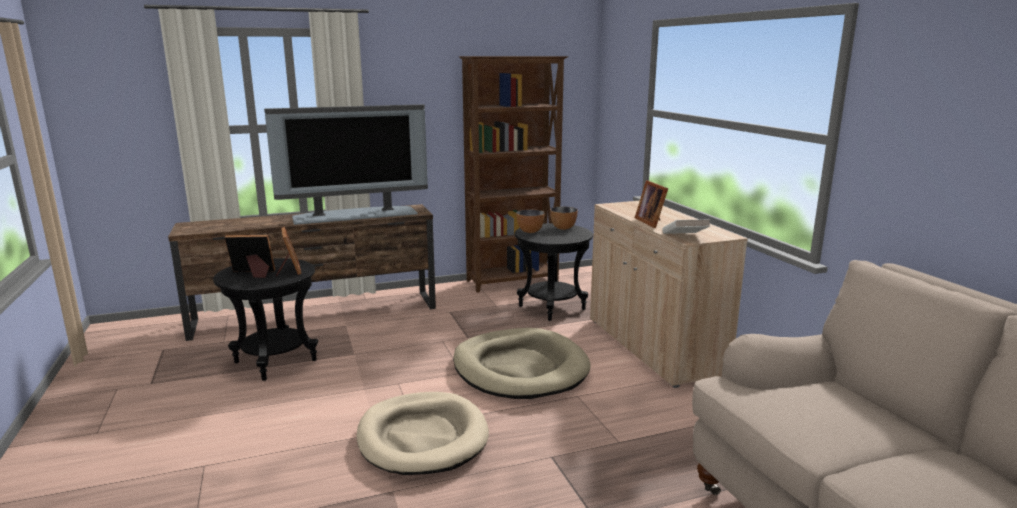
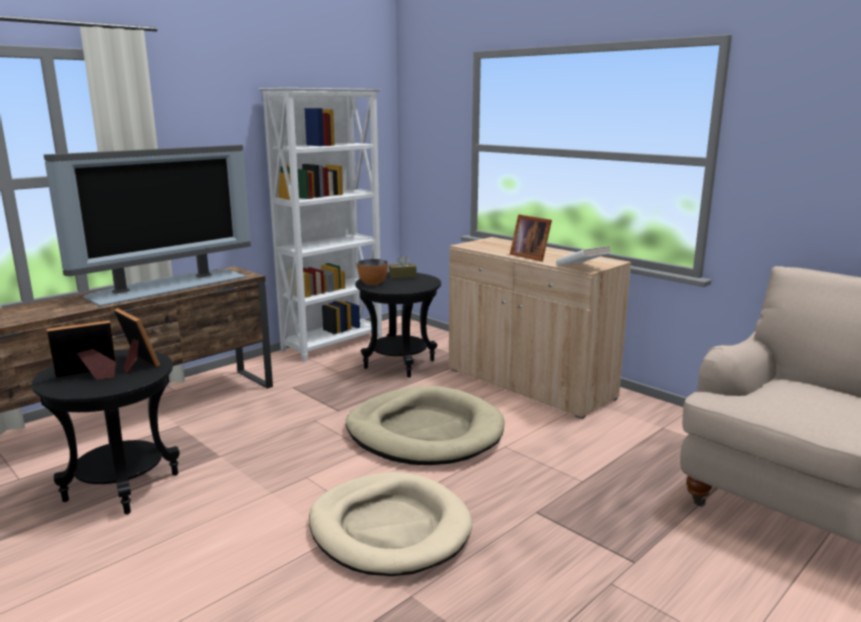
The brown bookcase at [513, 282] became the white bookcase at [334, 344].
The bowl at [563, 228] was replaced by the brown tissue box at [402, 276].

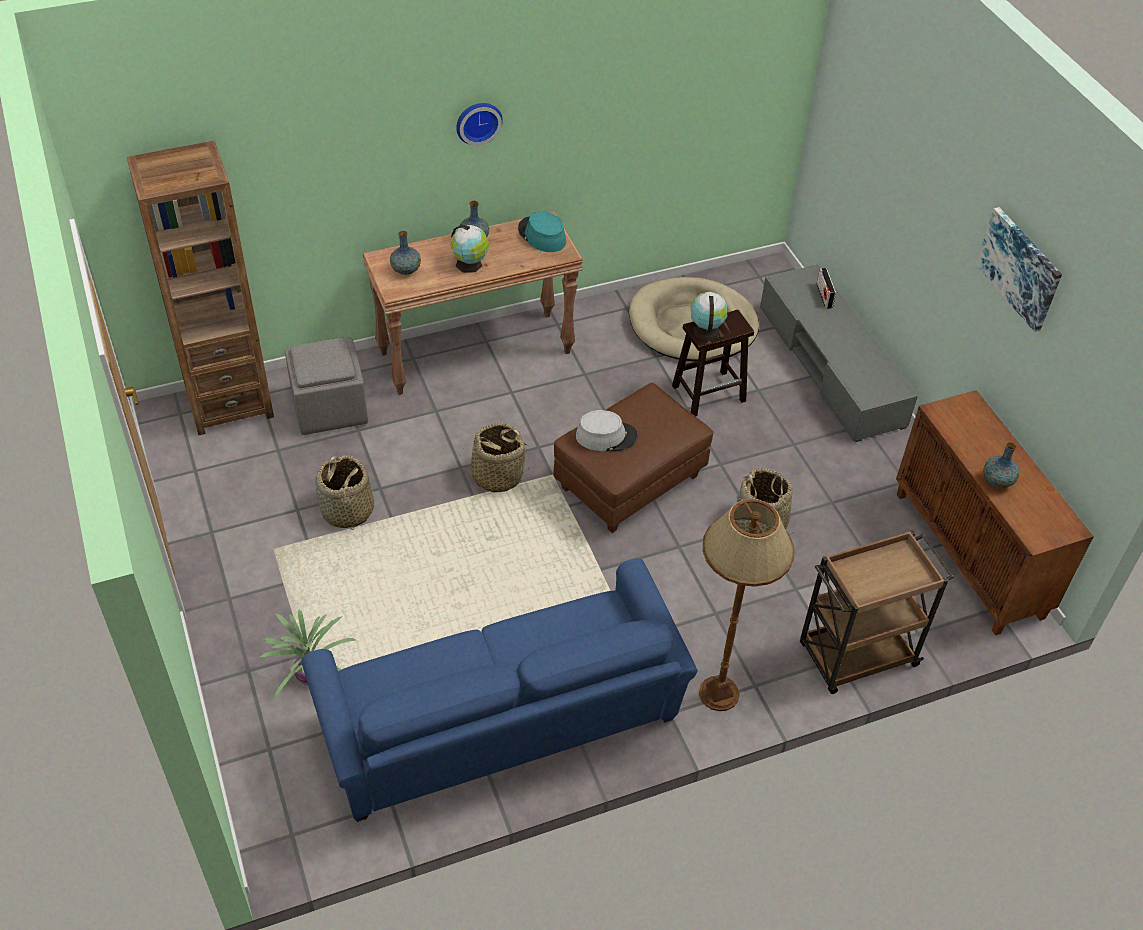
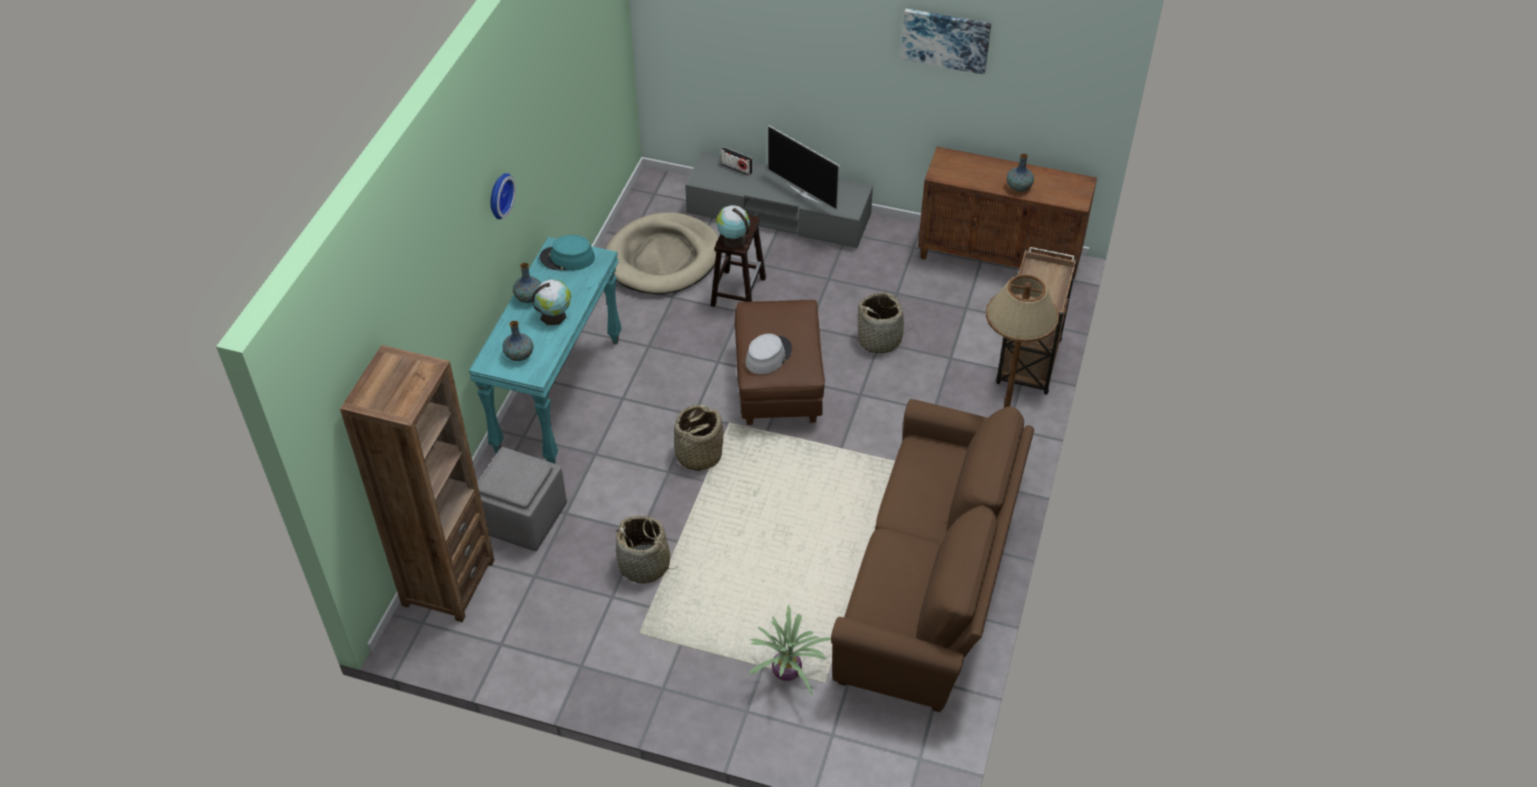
The brown console table at [476, 352] became the turquoise console table at [558, 394].
The television at [804, 193] appeared.
The blue sofa at [503, 728] became the brown sofa at [930, 583].

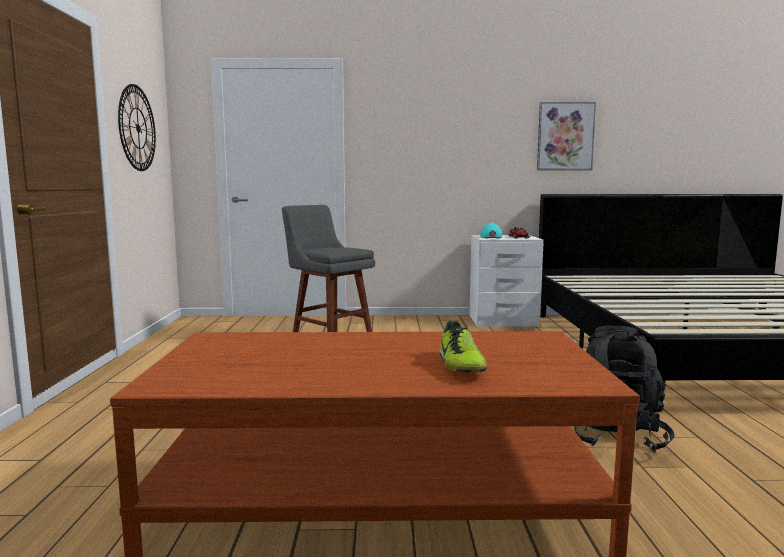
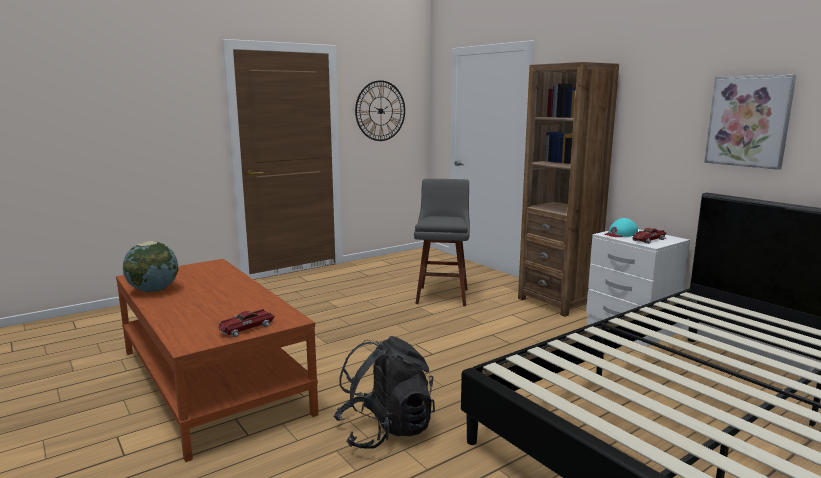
The globe at [153, 290] appeared.
The toy car at [246, 328] appeared.
The brown bookcase at [557, 302] appeared.
The shoe at [460, 366] disappeared.

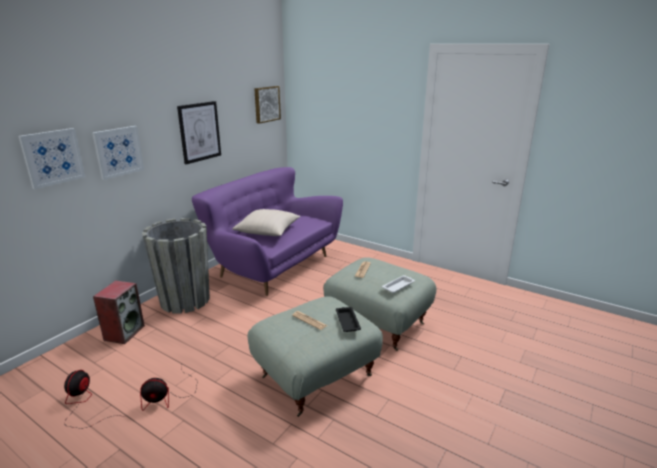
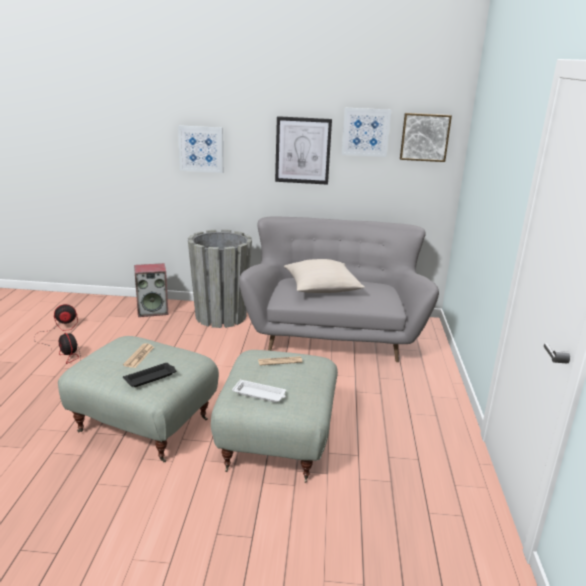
The purple sofa at [272, 265] became the grey sofa at [333, 336].
The picture moved from [53, 157] to [365, 132].

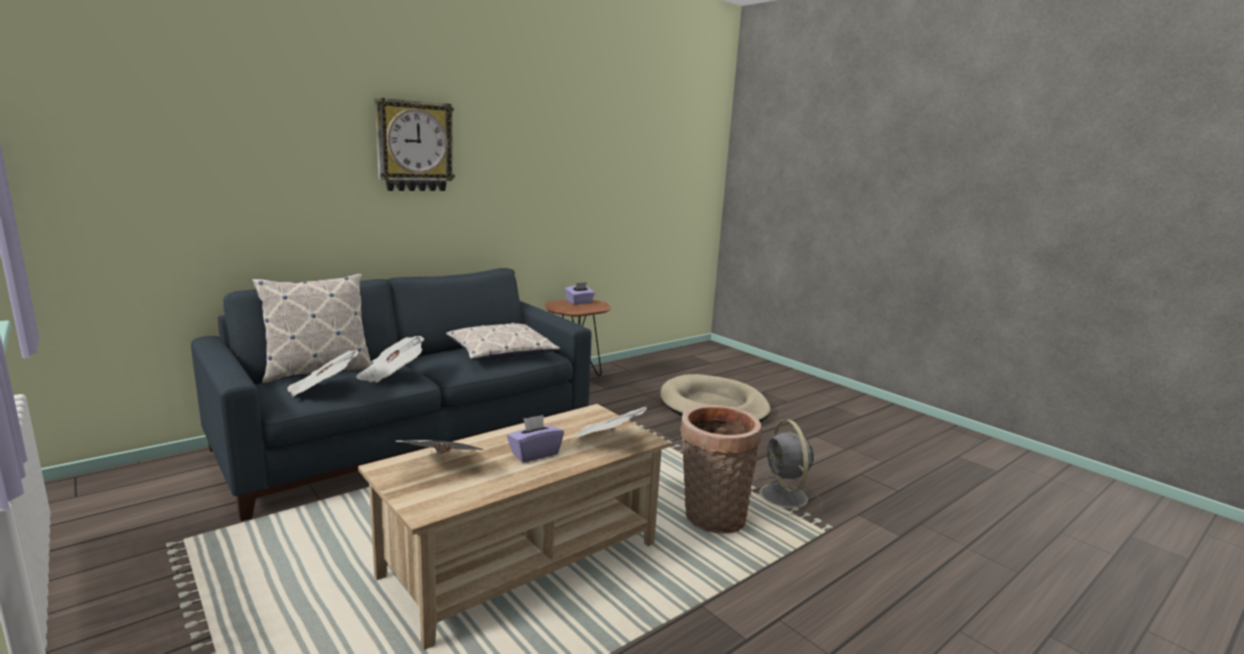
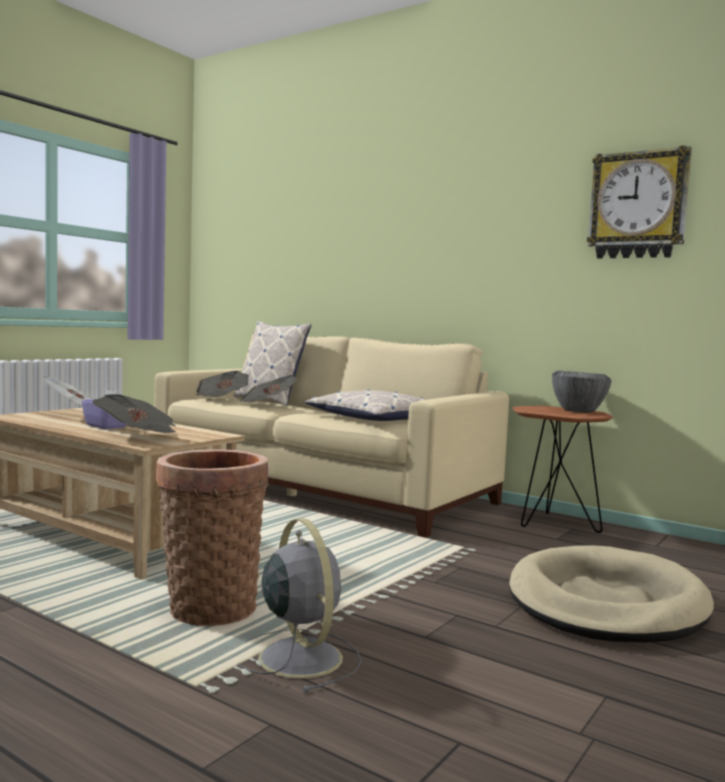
The blue sofa at [414, 436] became the beige sofa at [319, 488].
The grey fan at [784, 497] turned 90 degrees clockwise.
The purple tissue box at [579, 302] was replaced by the bowl at [578, 411].
The wall clock moved from [414, 146] to [638, 205].

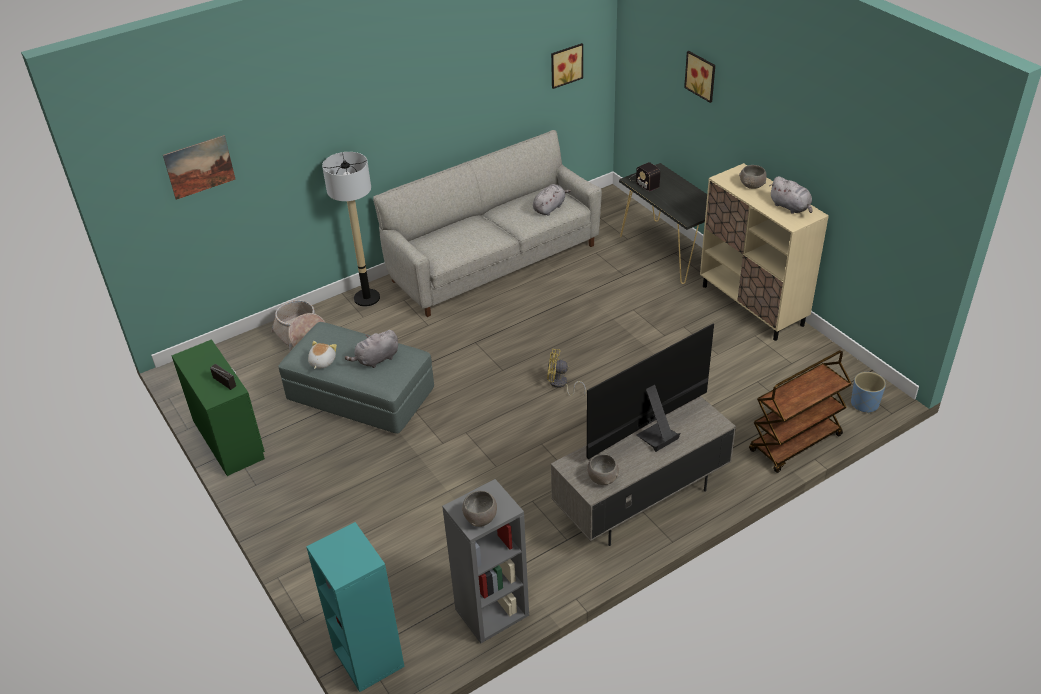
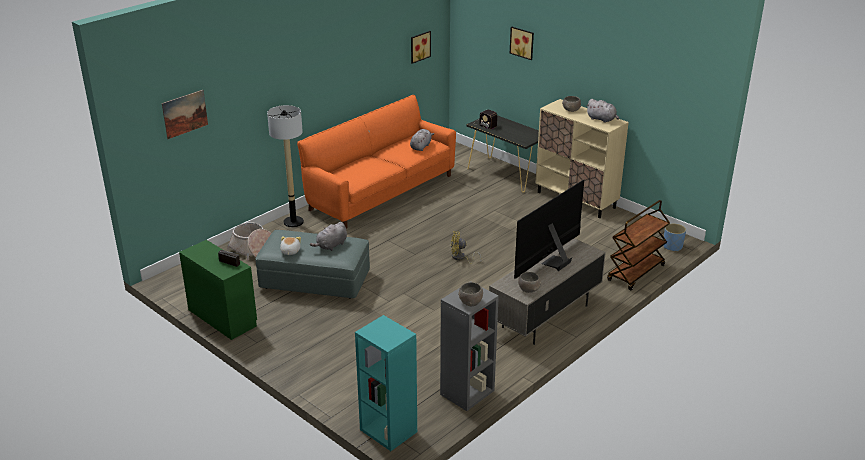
The grey sofa at [494, 262] became the orange sofa at [381, 192].

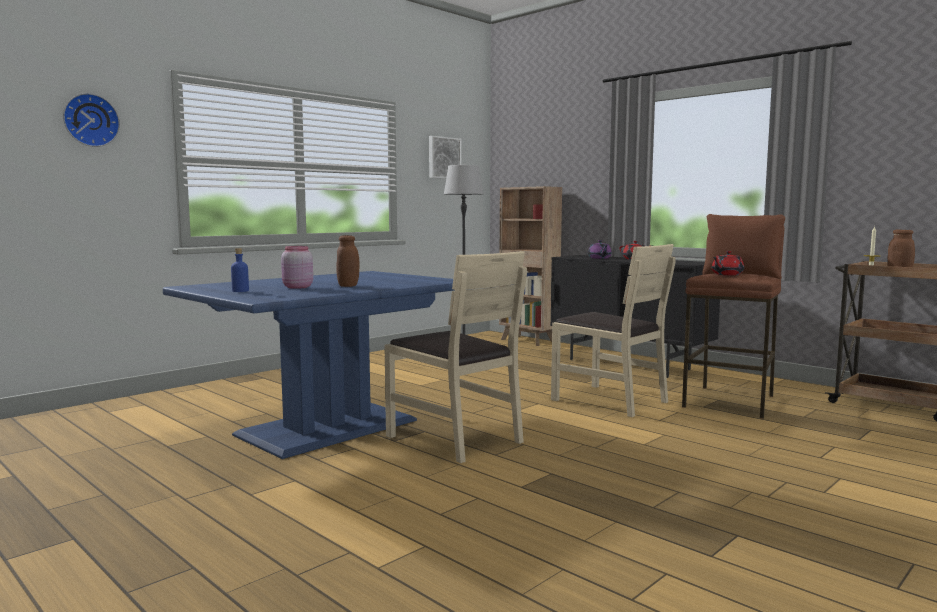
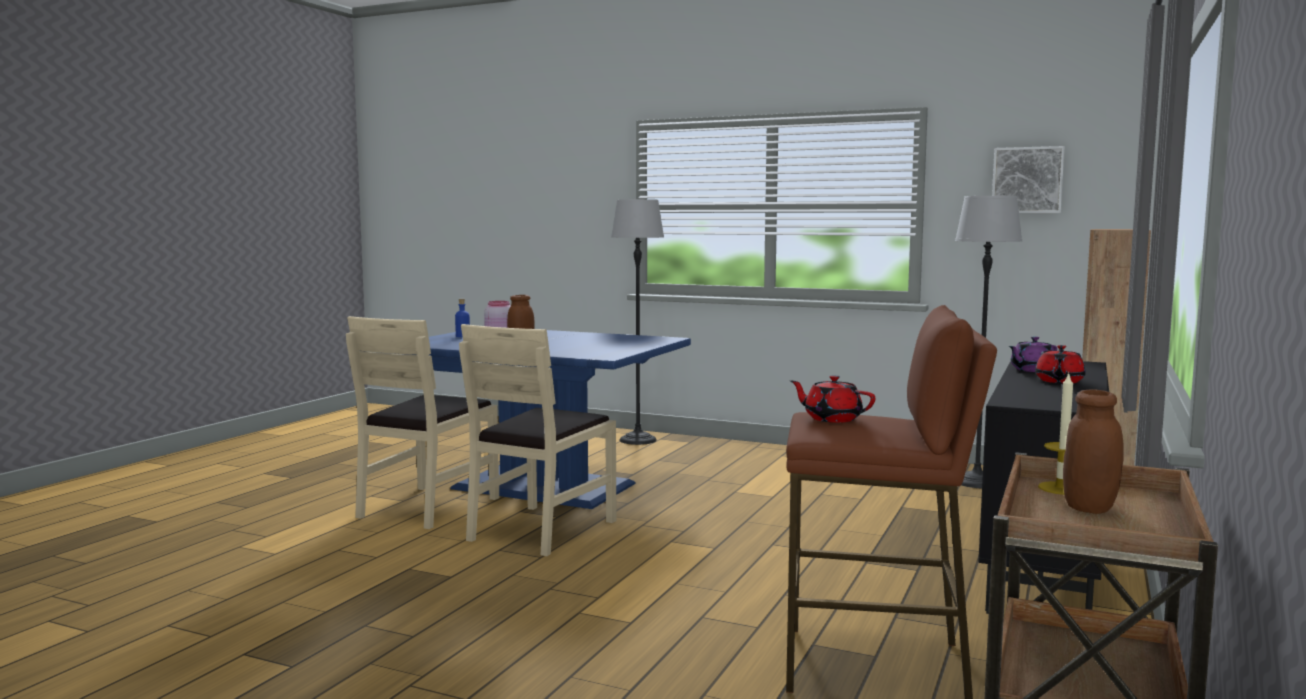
The beige chair moved from [609, 400] to [427, 507].
The floor lamp at [638, 440] appeared.
The wall clock at [90, 120] disappeared.

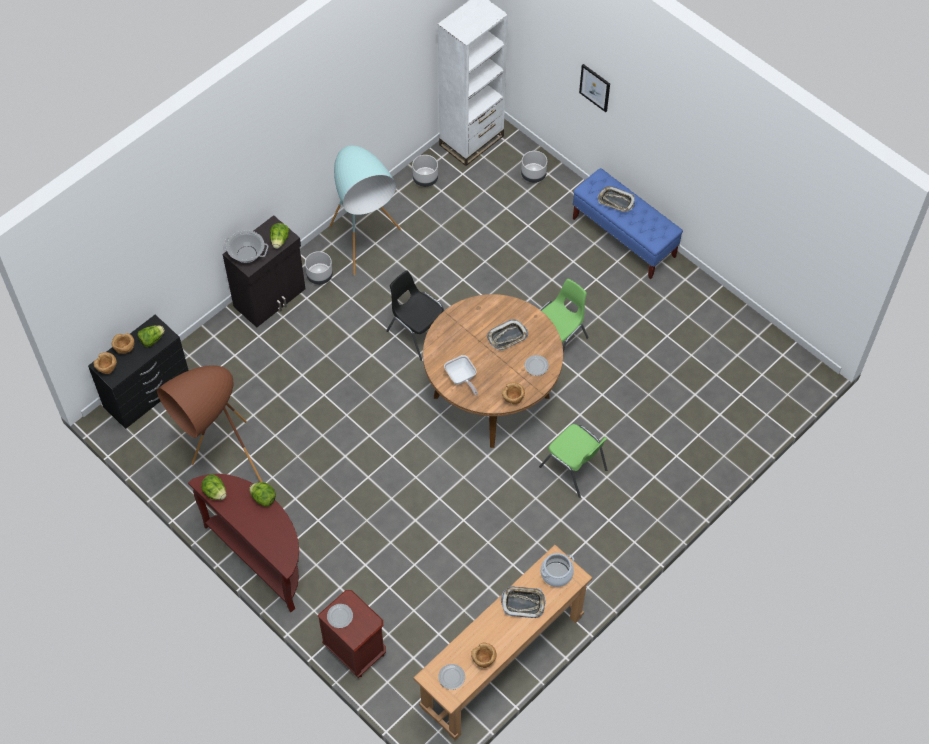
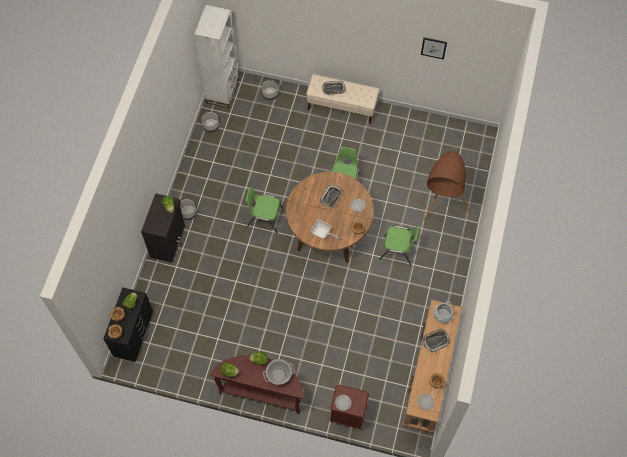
The black chair at [417, 332] became the green chair at [264, 218].
The cooking pot moved from [247, 254] to [279, 375].
The blue bench at [624, 238] became the beige bench at [342, 107].
The picture moved from [595, 87] to [433, 47].
The brown floor lamp moved from [221, 465] to [439, 213].
The turquoise floor lamp at [366, 254] disappeared.

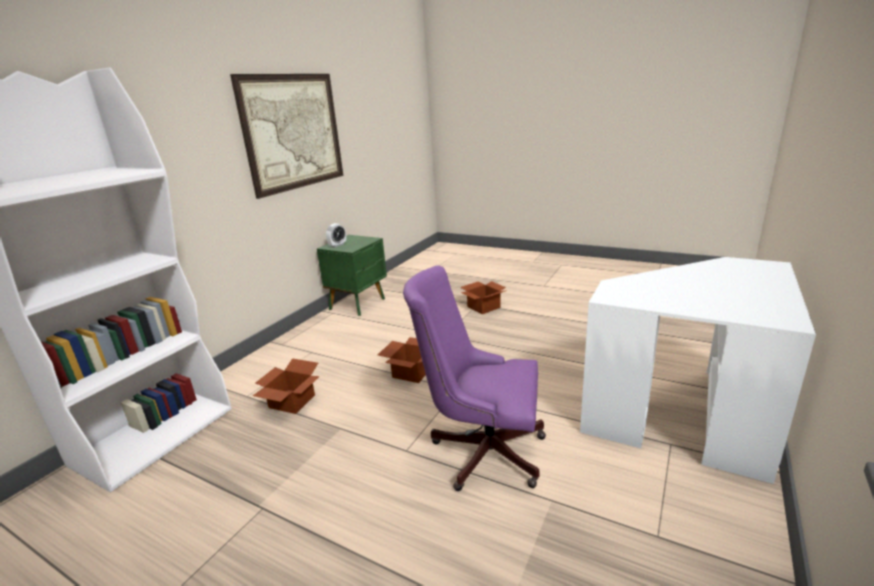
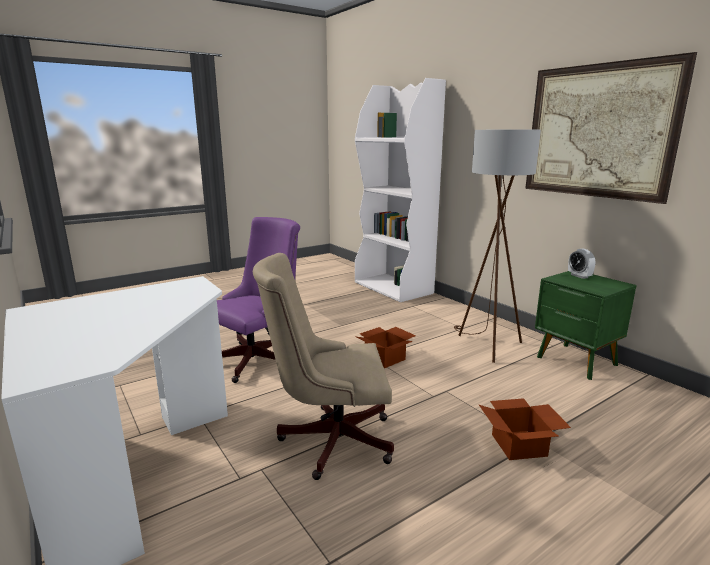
The beige office chair at [329, 439] appeared.
The brown floor lamp at [485, 345] appeared.
The cardboard box at [290, 402] disappeared.

